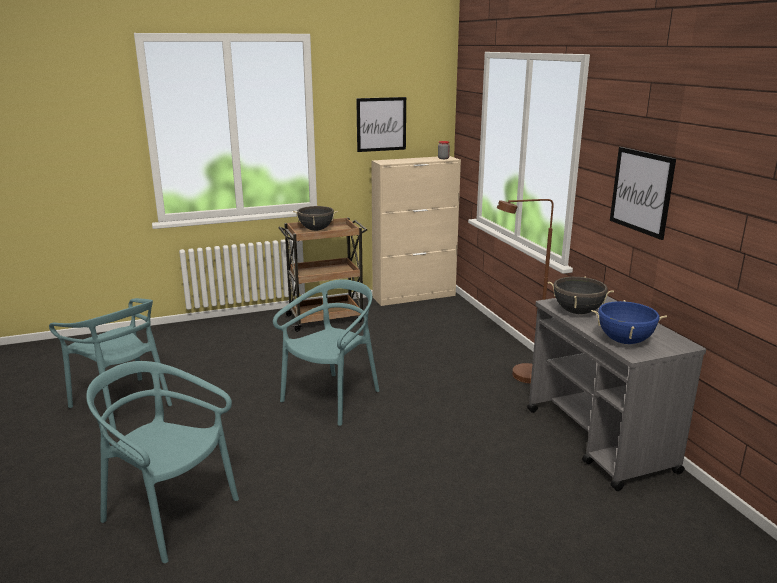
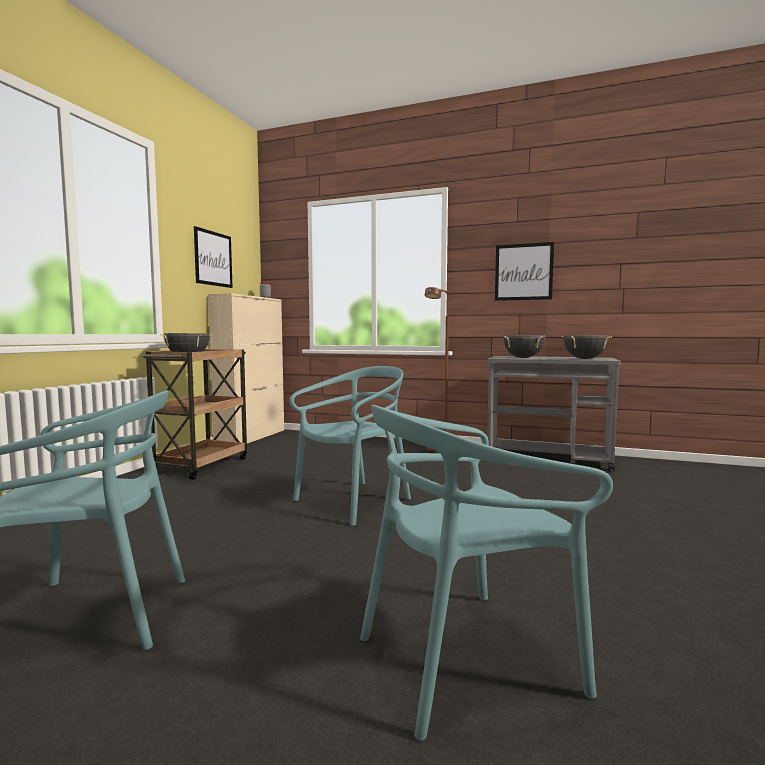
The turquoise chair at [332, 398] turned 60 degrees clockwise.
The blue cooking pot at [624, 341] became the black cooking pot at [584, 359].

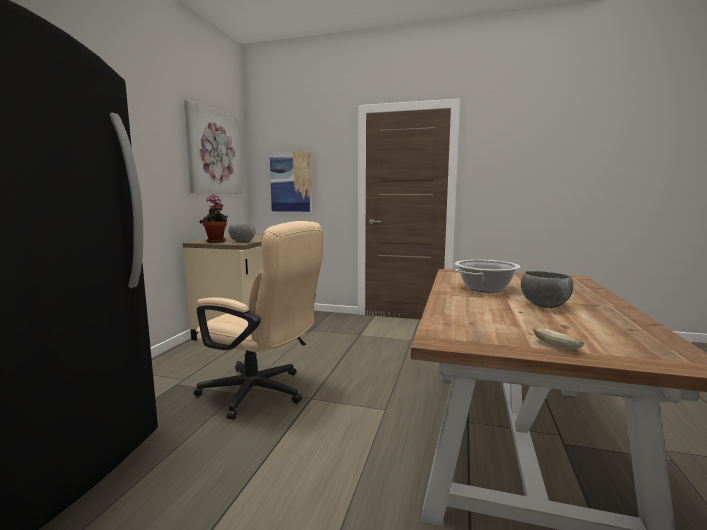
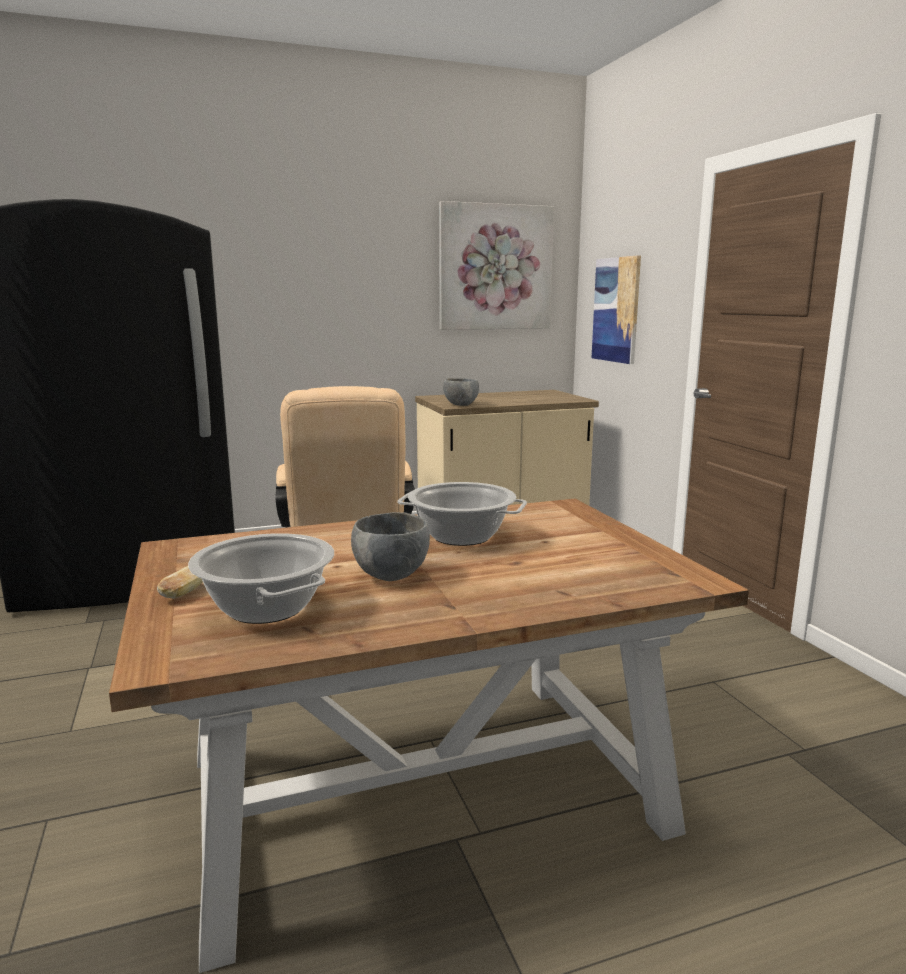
The cooking pot at [267, 608] appeared.
The potted plant at [216, 241] disappeared.

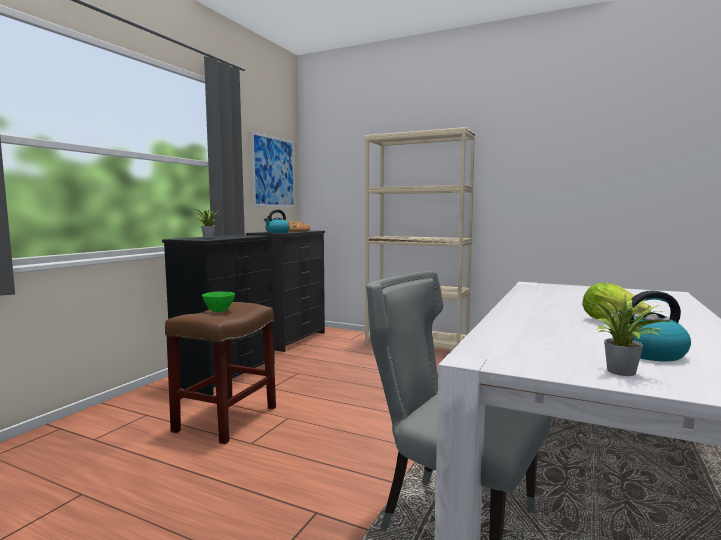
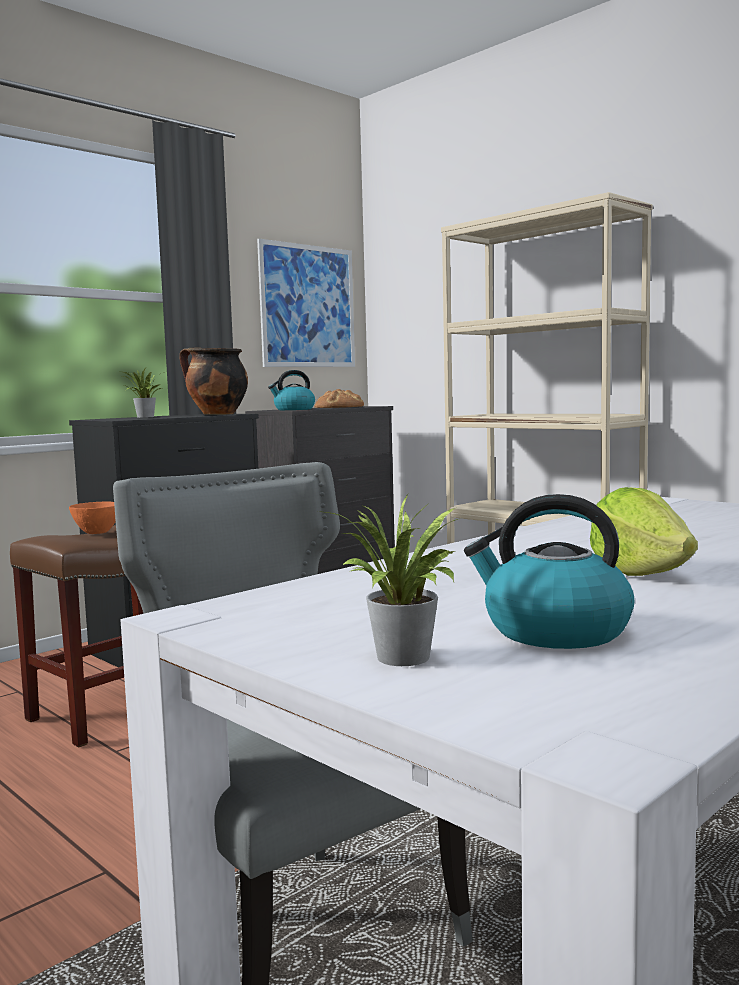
The green bowl at [219, 311] became the orange bowl at [98, 533].
The cooking pot at [216, 414] appeared.

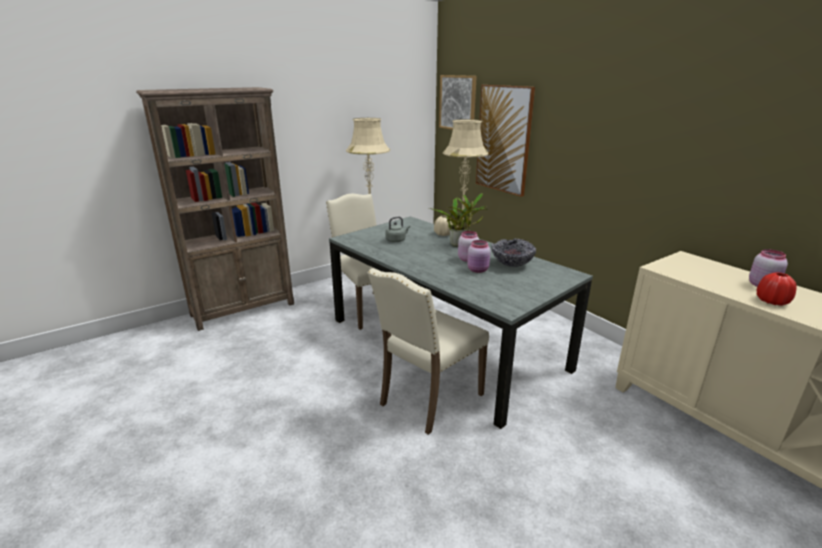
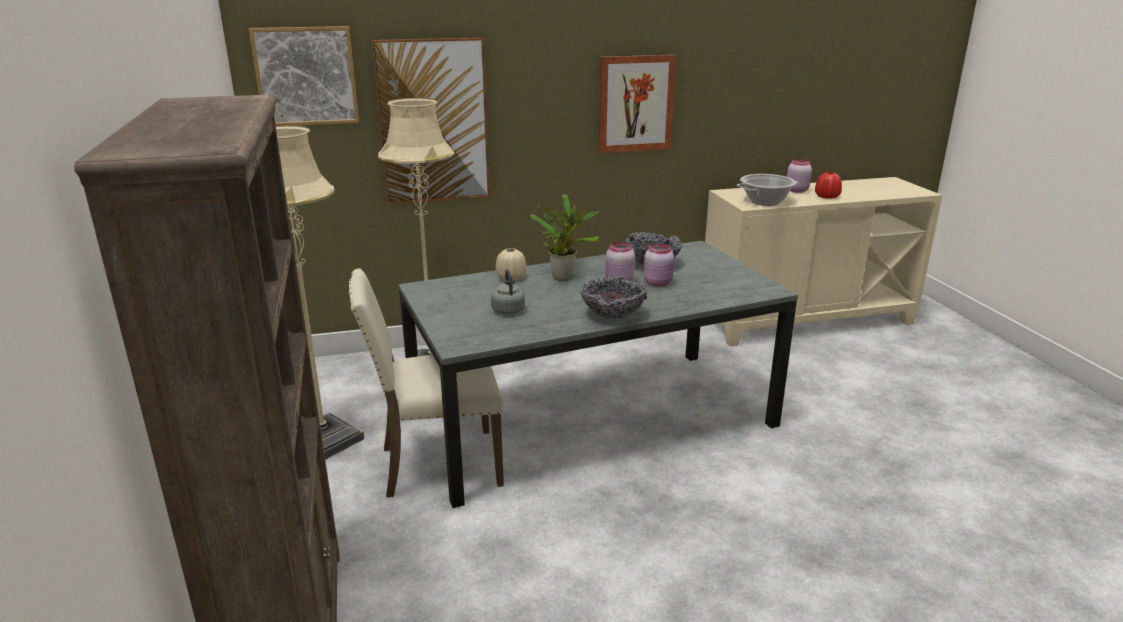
The bowl at [612, 315] appeared.
The picture at [635, 104] appeared.
The cooking pot at [765, 201] appeared.
The beige chair at [428, 399] disappeared.

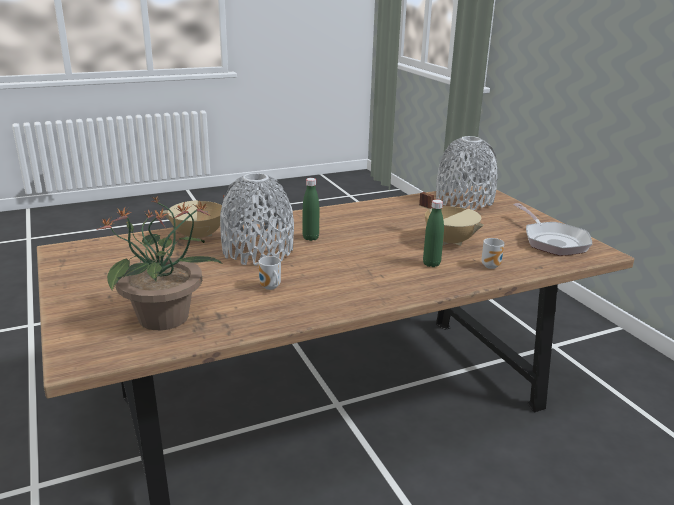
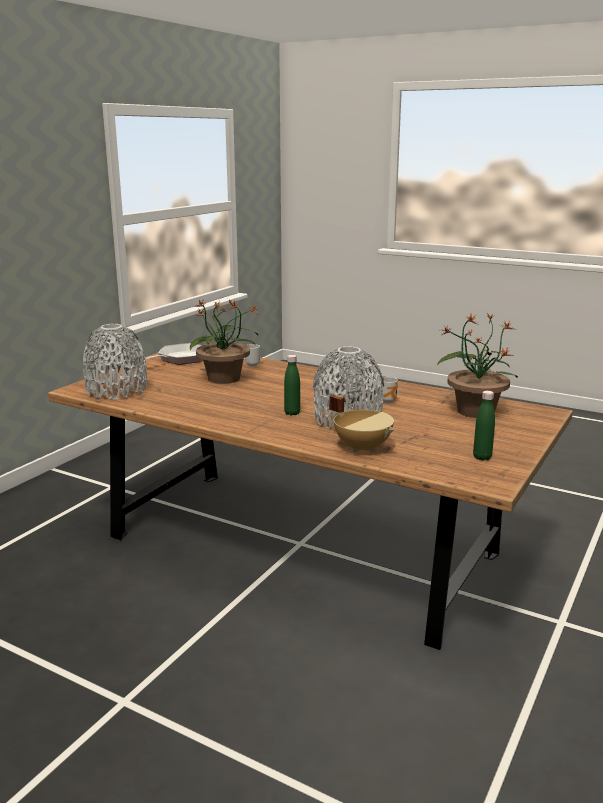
The beige cooking pot at [450, 241] was replaced by the potted plant at [224, 379].
The green bottle moved from [431, 264] to [482, 457].

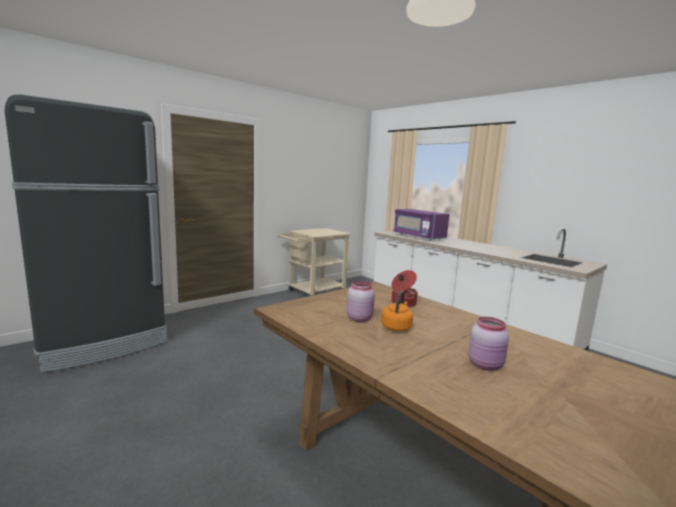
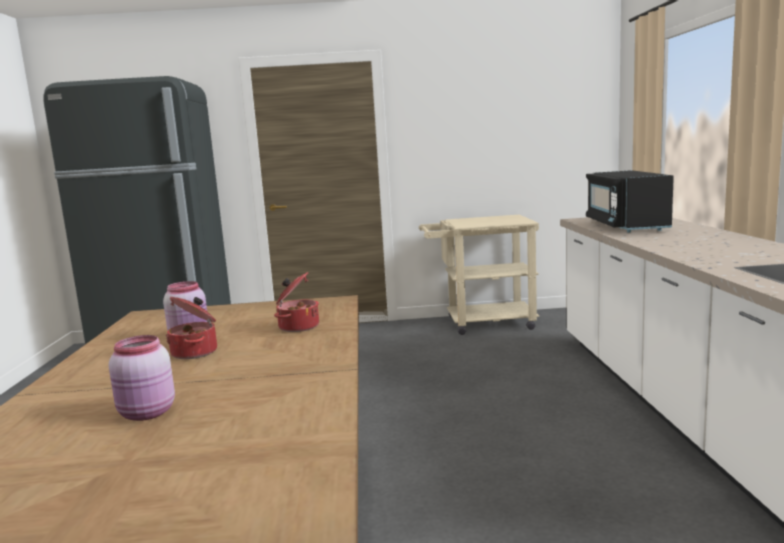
The orange kettle at [396, 327] was replaced by the cooking pot at [196, 352].
The purple microwave at [418, 236] became the black microwave at [625, 226].

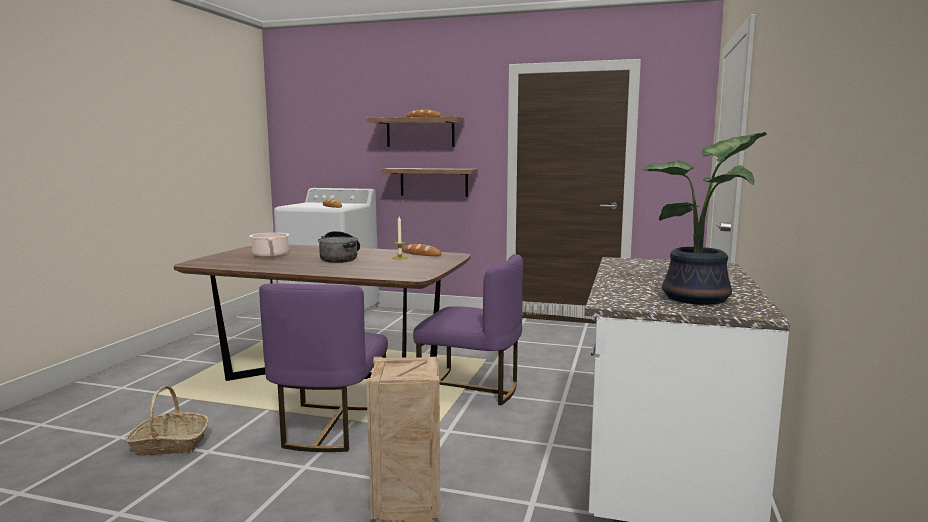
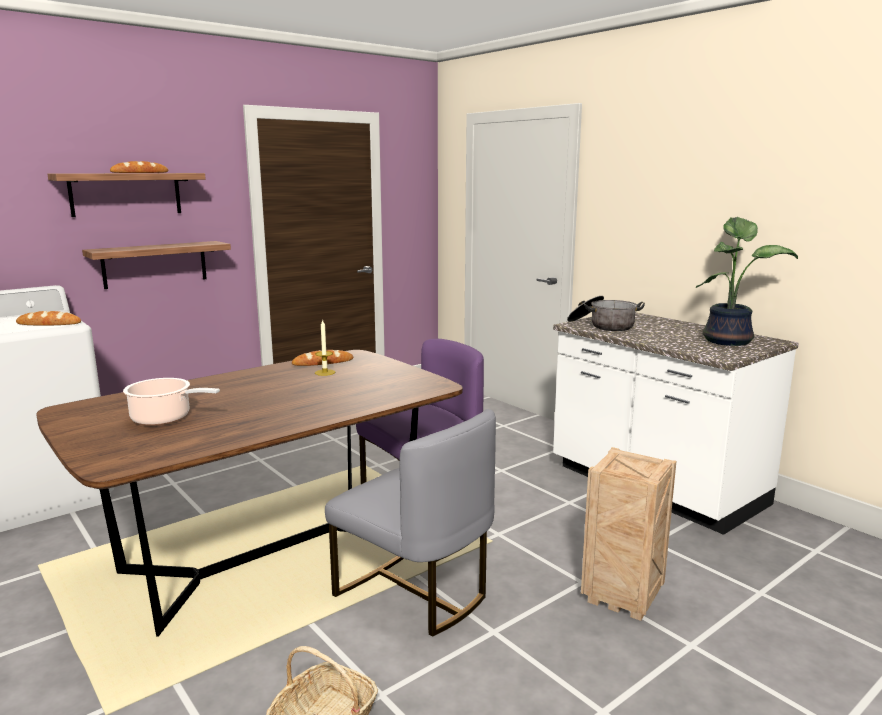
The purple chair at [329, 427] became the grey chair at [415, 593].
The cooking pot moved from [340, 258] to [602, 326].

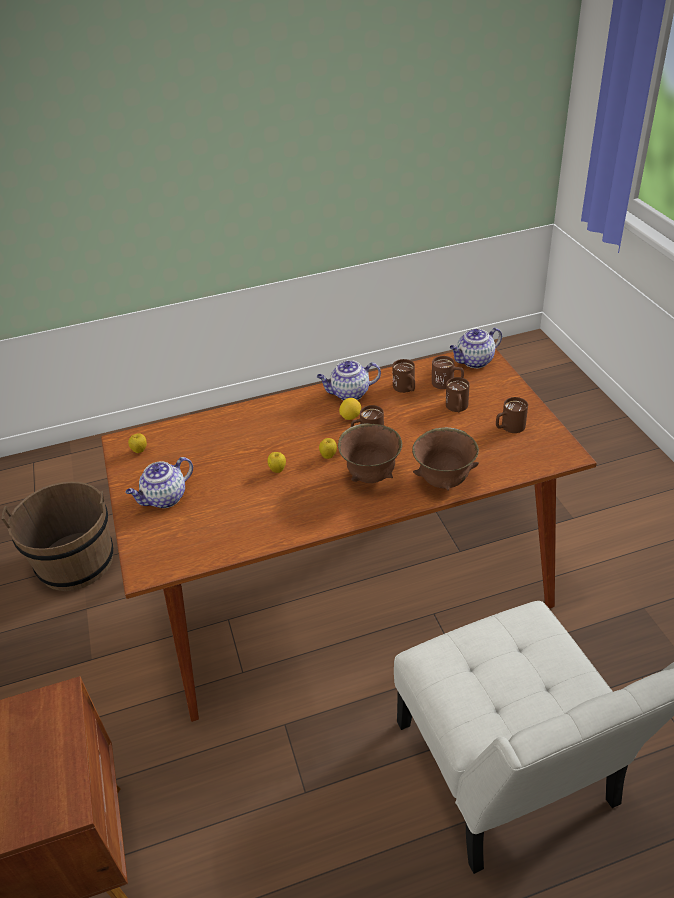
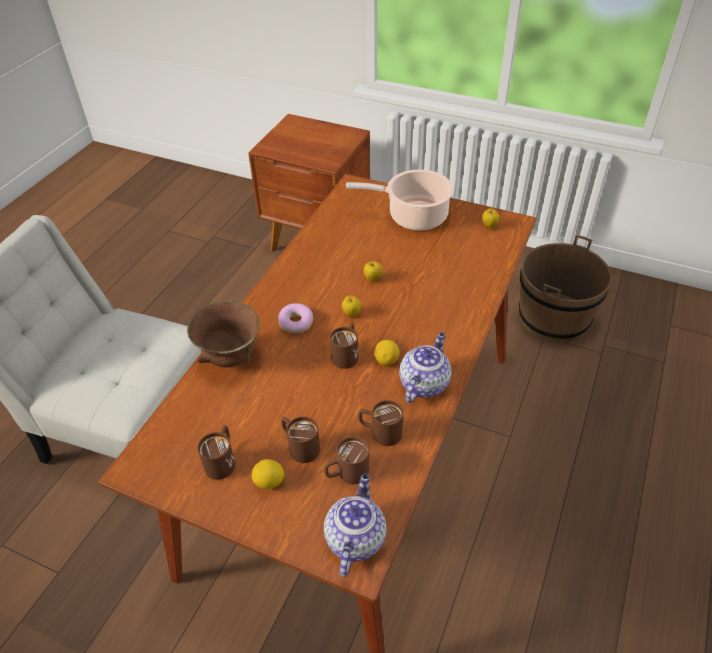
The lemon at [269, 482] appeared.
The brown bowl at [371, 476] was replaced by the donut at [296, 323].
The teapot at [165, 498] was replaced by the cooking pot at [413, 216].

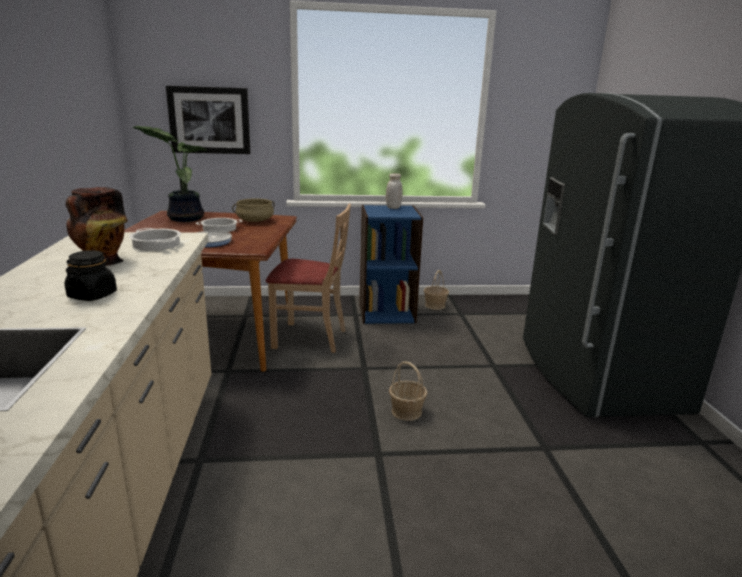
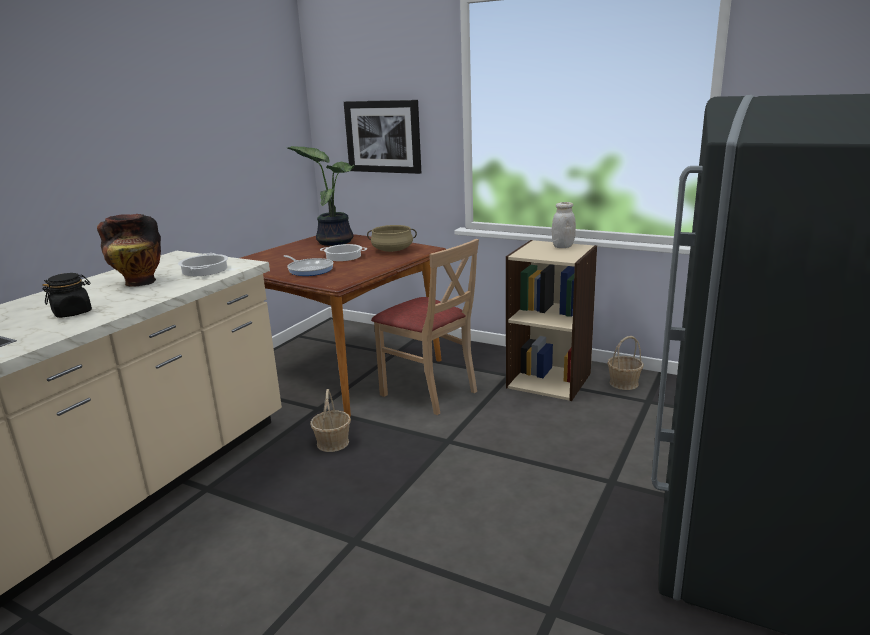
The basket moved from [406, 411] to [333, 443].
The blue bookcase at [386, 312] became the beige bookcase at [549, 380].

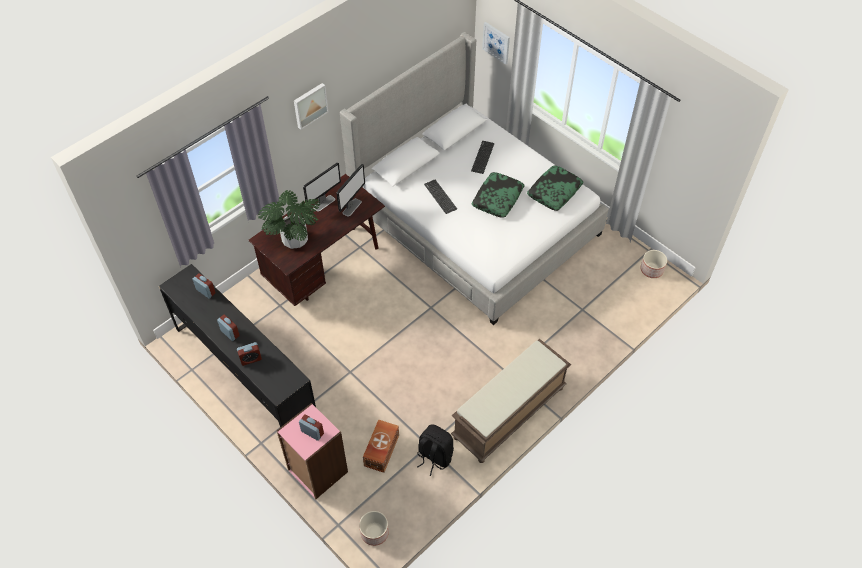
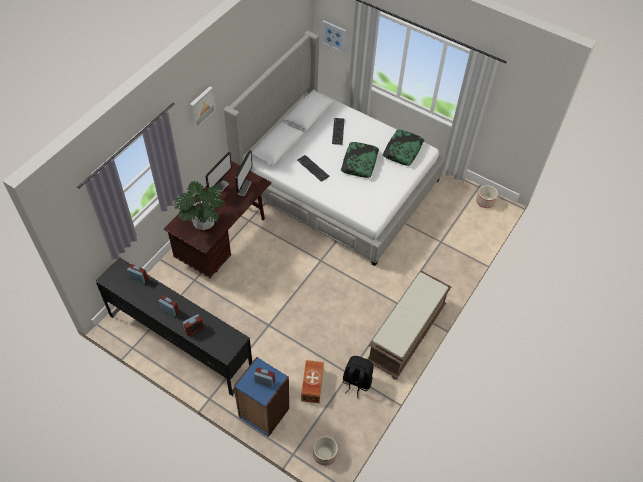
The pink bookcase at [317, 471] became the blue bookcase at [263, 413].

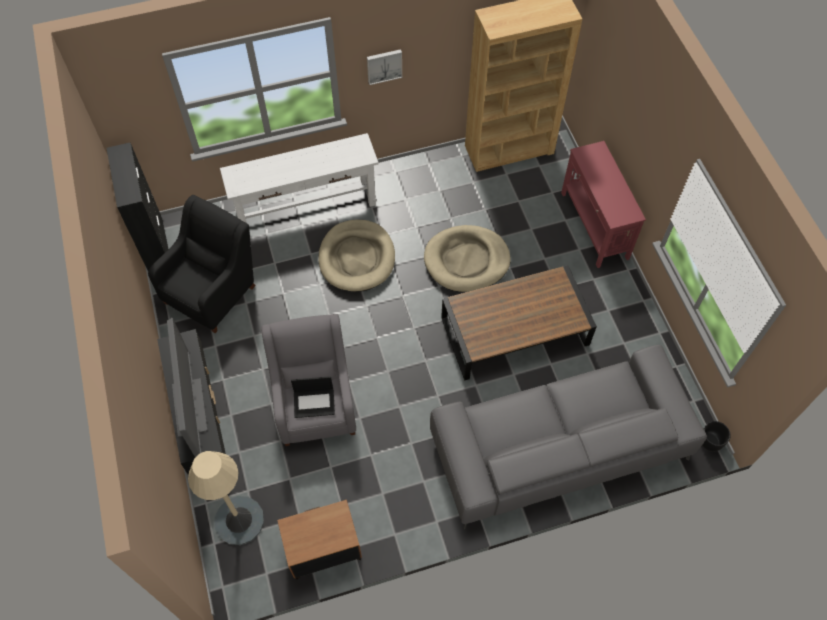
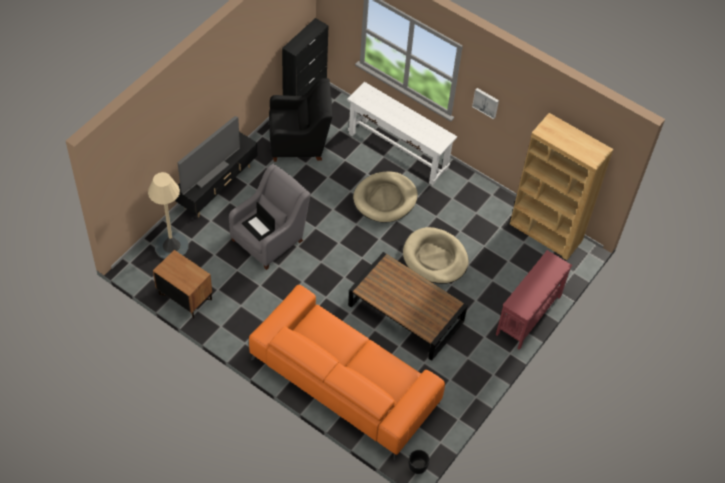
The grey sofa at [559, 446] became the orange sofa at [344, 381].

